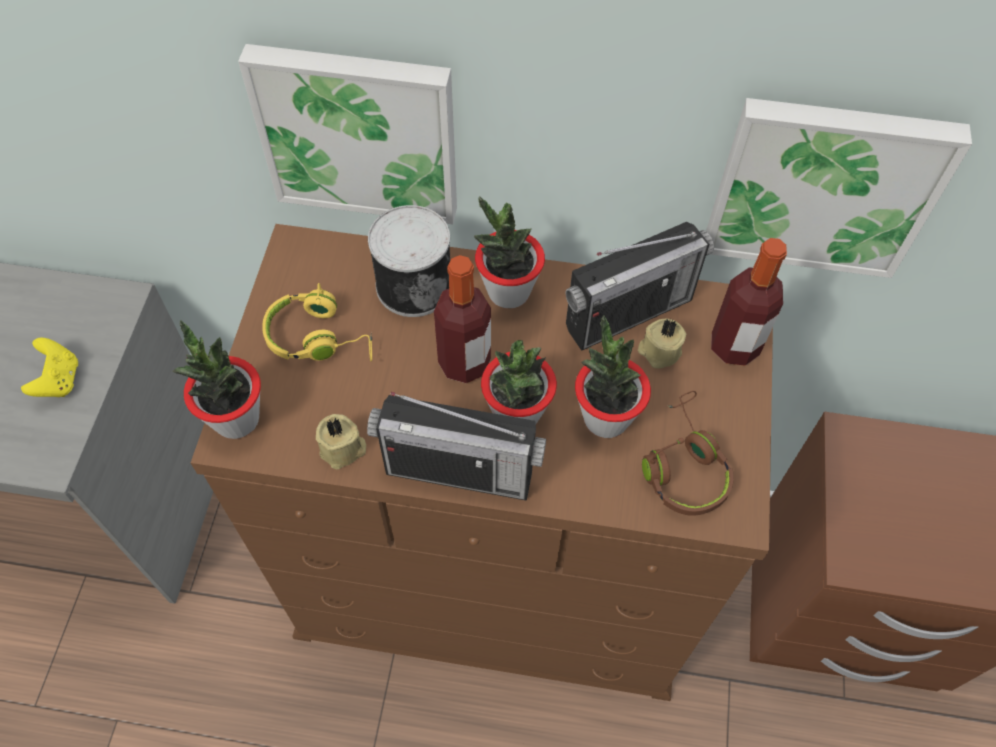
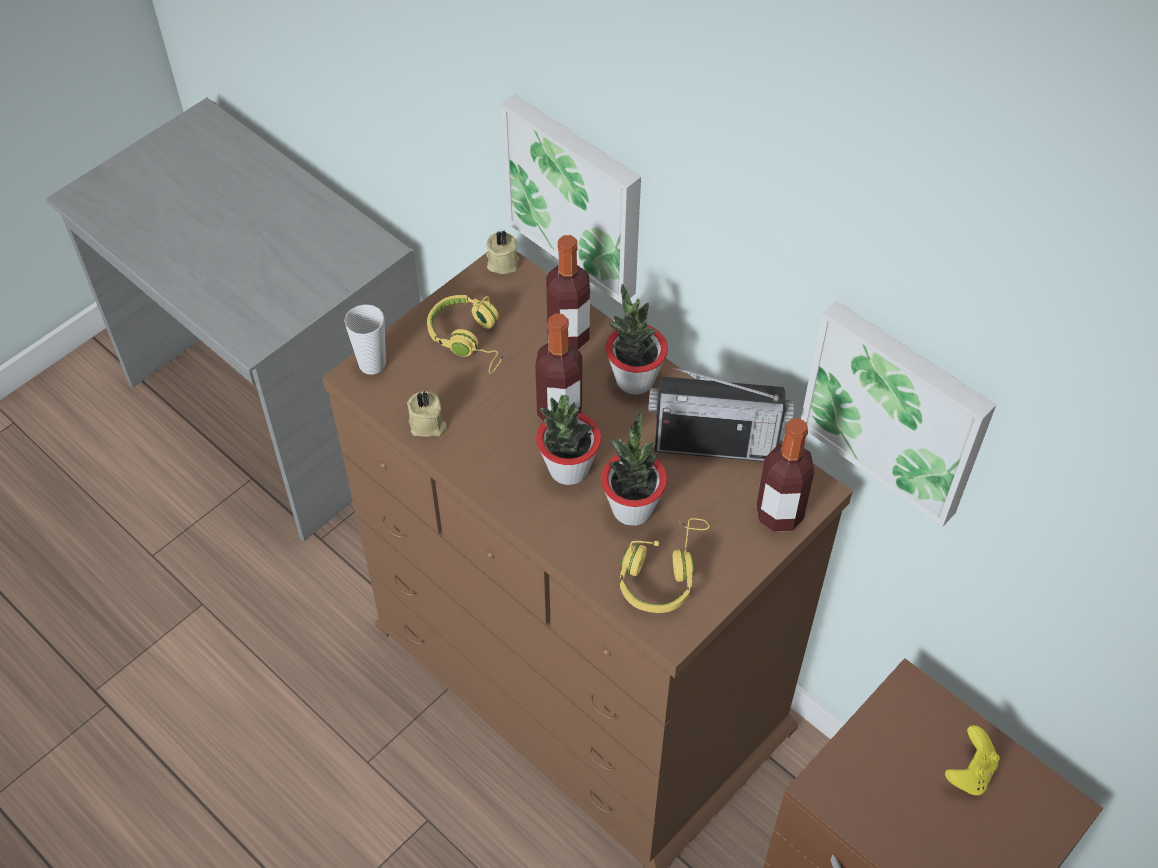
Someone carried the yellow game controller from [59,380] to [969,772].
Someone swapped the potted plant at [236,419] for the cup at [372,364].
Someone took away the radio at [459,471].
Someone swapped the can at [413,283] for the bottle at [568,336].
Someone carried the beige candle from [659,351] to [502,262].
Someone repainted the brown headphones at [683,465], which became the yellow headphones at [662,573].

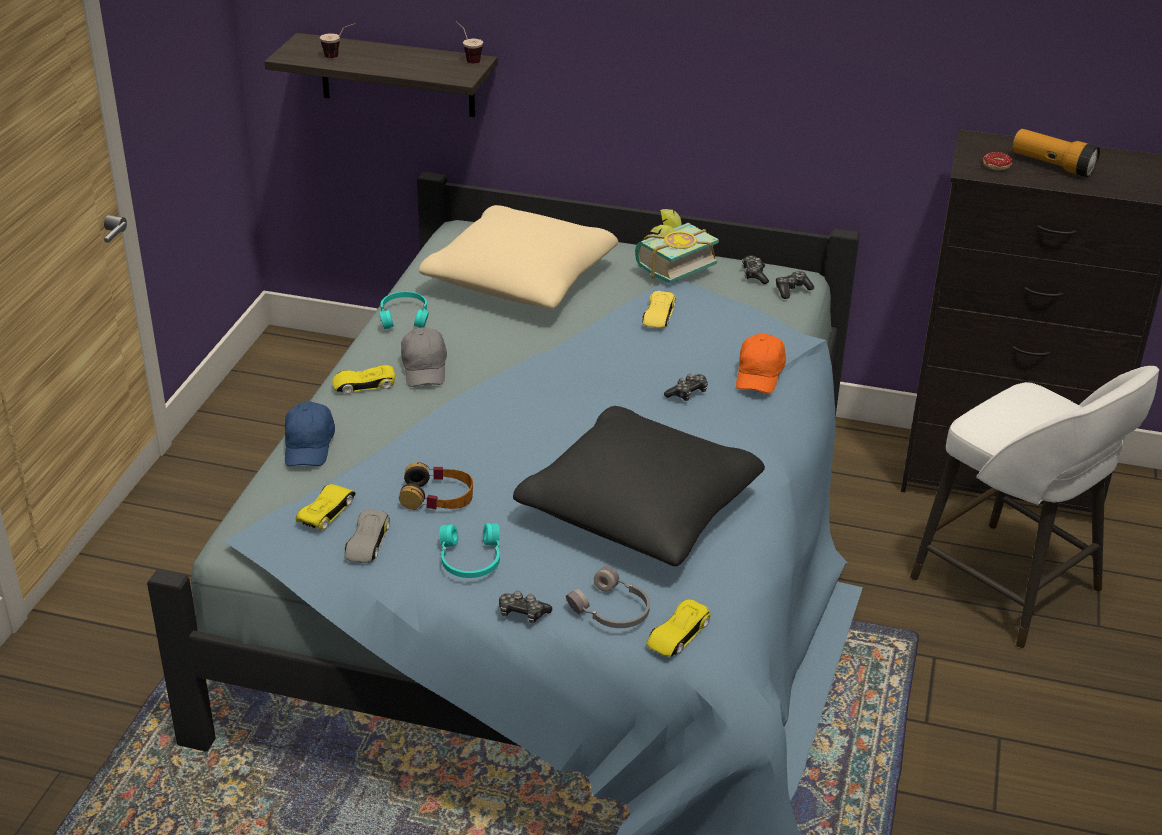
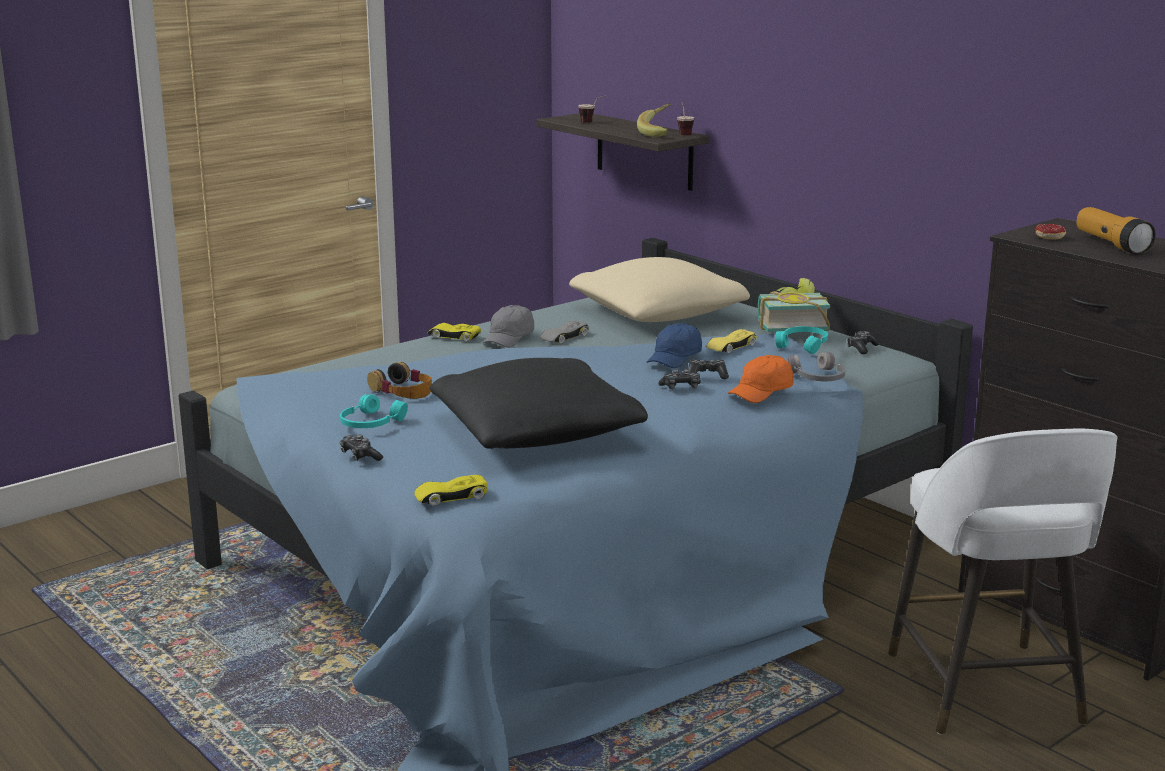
Someone carried the blue cap from [309,446] to [675,358].
Someone took away the yellow toy car at [326,511].
Someone carried the grey toy car from [367,542] to [564,337].
Someone carried the turquoise headphones from [405,317] to [804,345].
Someone carried the grey headphones from [611,611] to [817,378].
Someone carried the game controller from [792,290] to [706,376].
Someone put down the banana at [660,133].

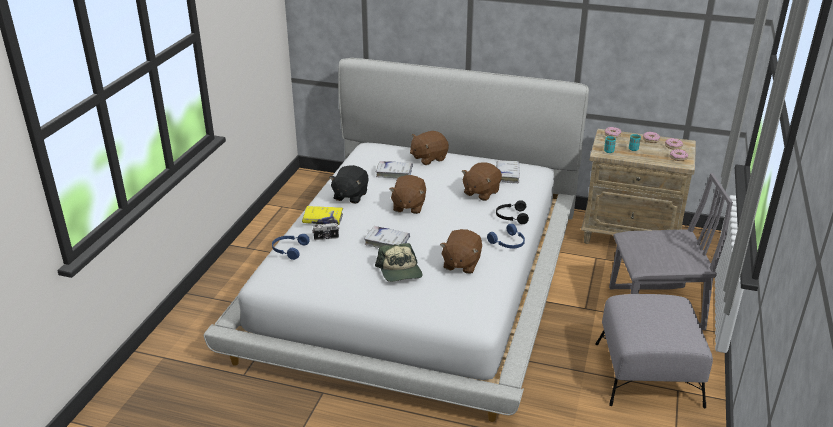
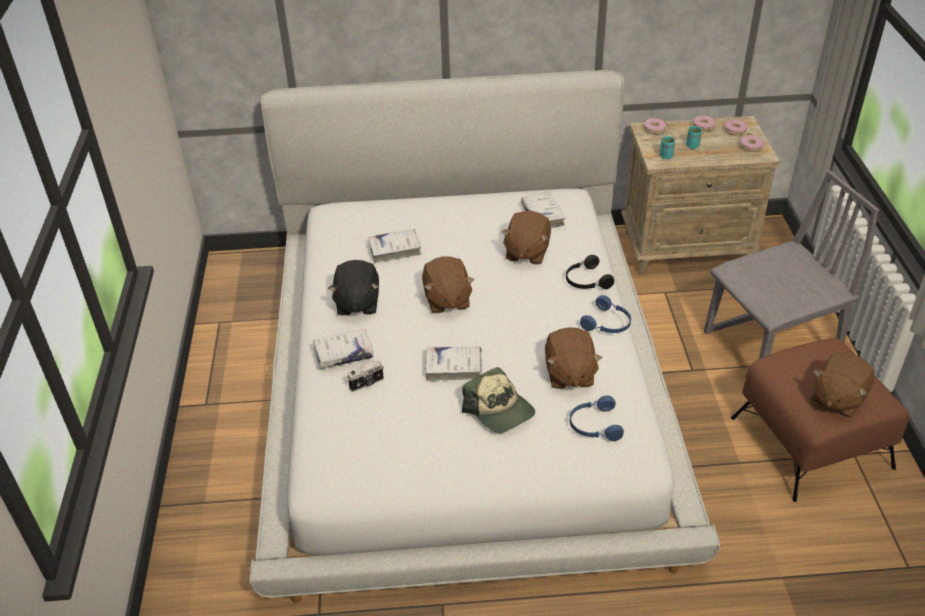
Someone carried the blue headphones from [289,250] to [594,425].
Someone repainted the yellow book at [323,219], which became the white book at [343,354].
Someone carried the brown plush toy from [428,158] to [837,398].
Someone repainted the grey ottoman at [648,374], which became the brown ottoman at [811,443].

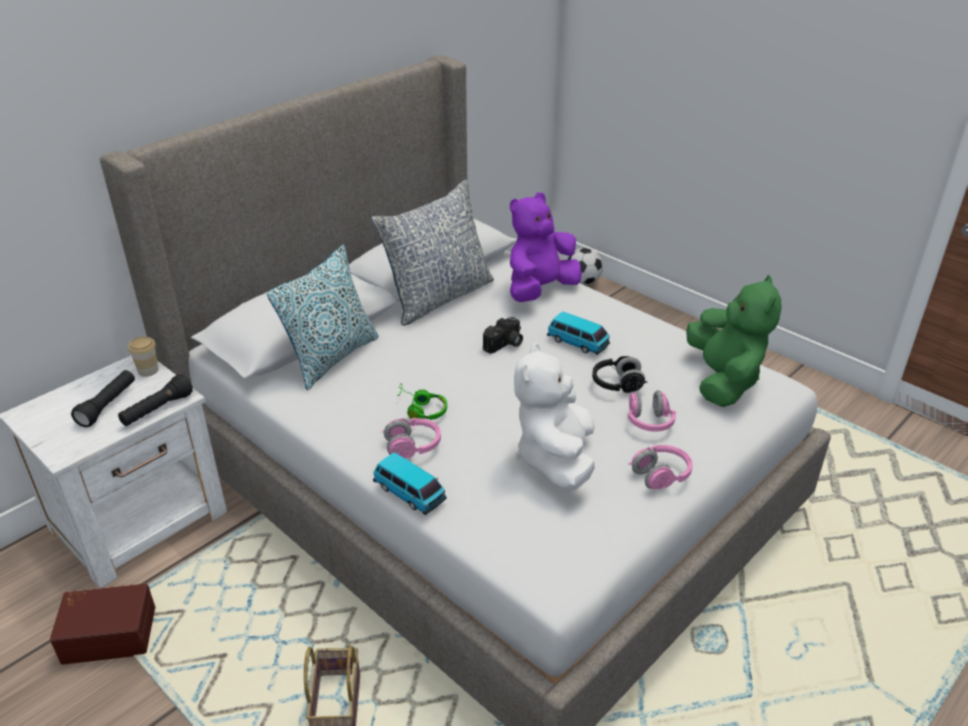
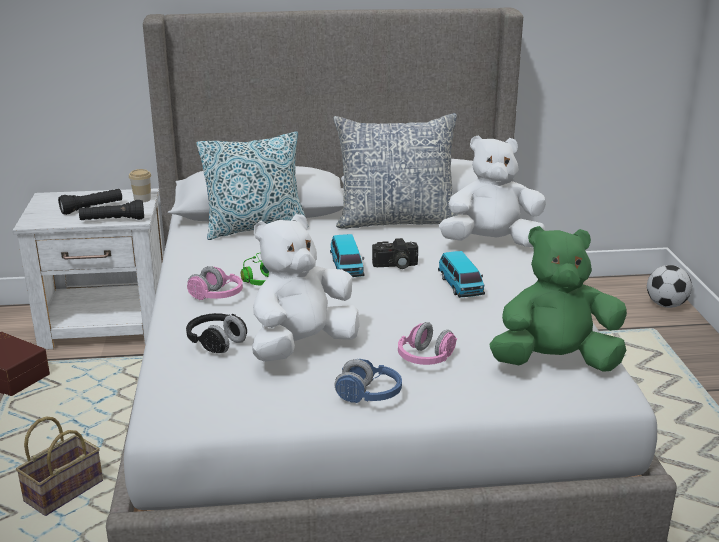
Someone carried the toy car from [409,494] to [346,268].
Someone repainted the purple plush toy at [540,290], which became the white plush toy at [491,243].
Someone carried the black headphones from [617,385] to [216,343].
Someone repainted the pink headphones at [660,476], which became the blue headphones at [368,396].
Someone rotated the green plush toy at [723,380] by 135 degrees counterclockwise.

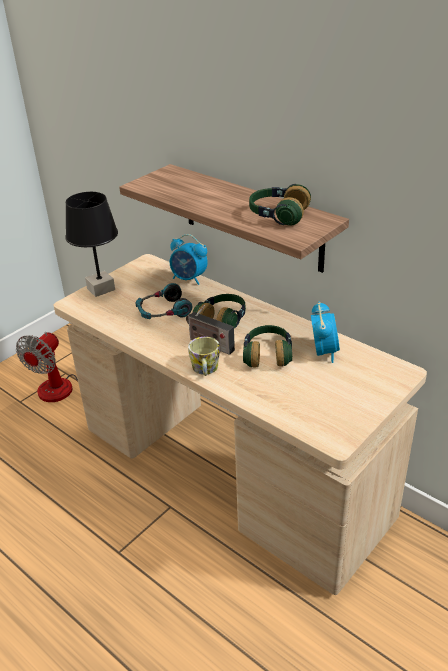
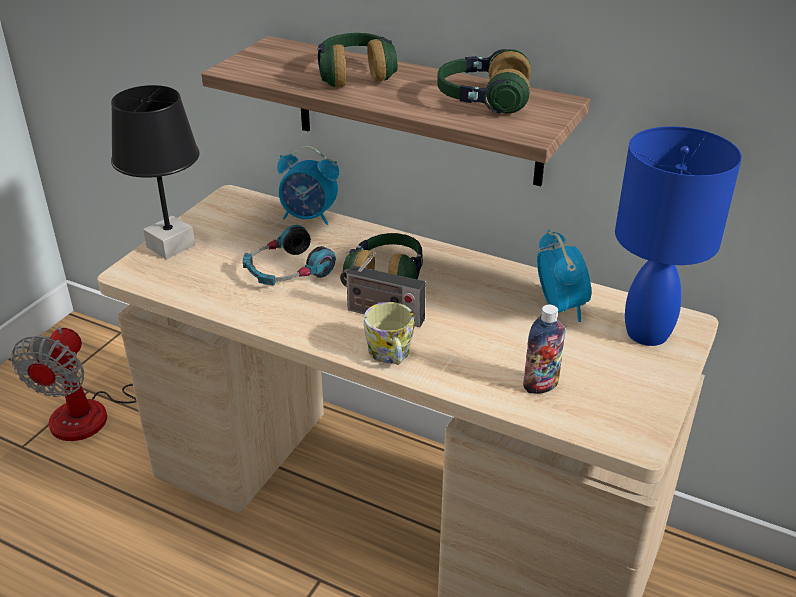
Someone carried the headphones from [267,355] to [355,75].
Someone put down the bottle at [540,385].
Someone put down the blue table lamp at [645,333].

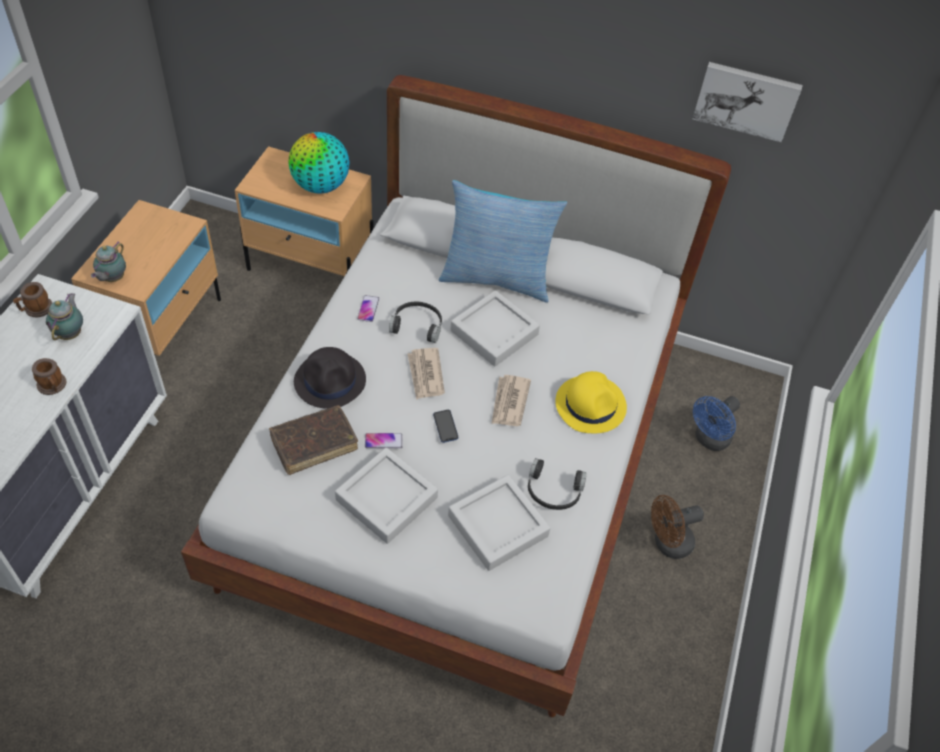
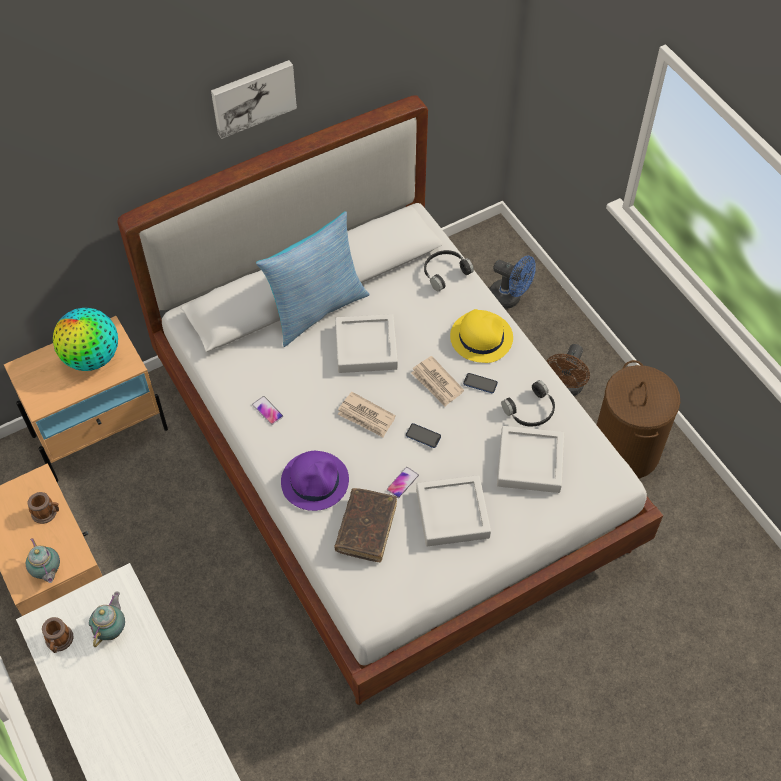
Someone carried the mug from [53,386] to [47,513].
Someone rotated the teapot at [71,333] by 60 degrees clockwise.
Someone repainted the black hat at [330,381], which became the purple hat at [315,481].
Someone carried the black headphones from [417,325] to [444,272].
Someone carried the picture from [746,100] to [253,97].
Someone rotated the blue fan at [709,440] by 60 degrees counterclockwise.
Someone put down the phone at [480,383].
Someone put down the brown laundry basket at [625,450].

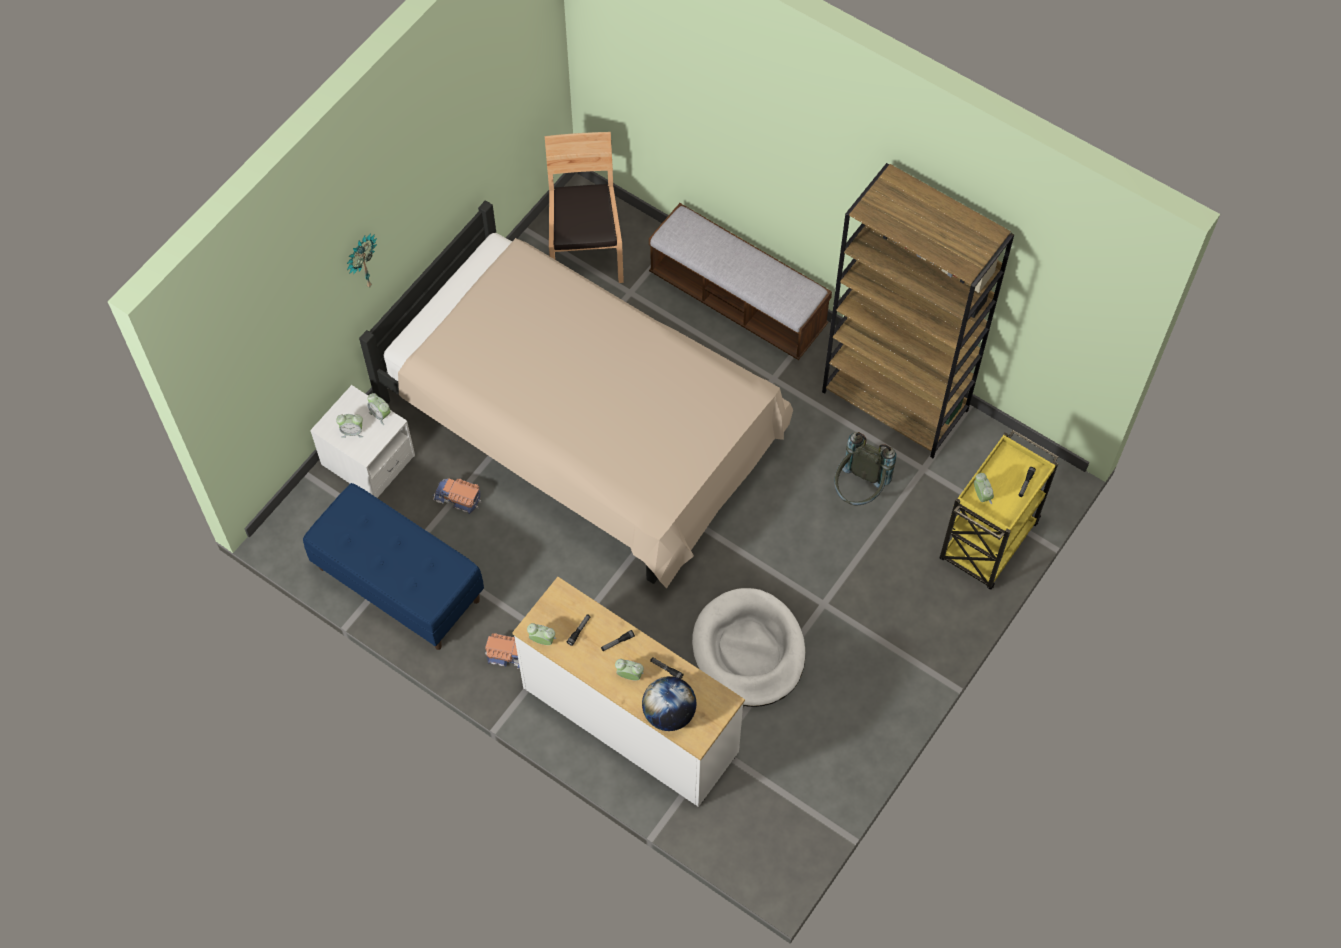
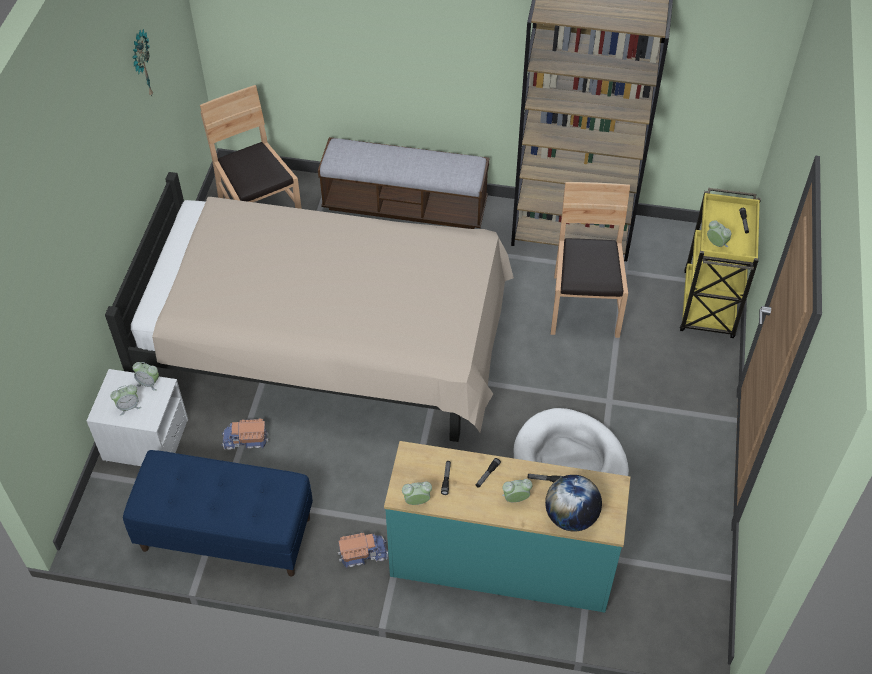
Someone carried the wall clock from [361,262] to [141,65].
Someone repainted the white dresser at [629,720], which became the turquoise dresser at [501,564].
Someone swapped the grey backpack at [858,491] for the brown chair at [584,306].

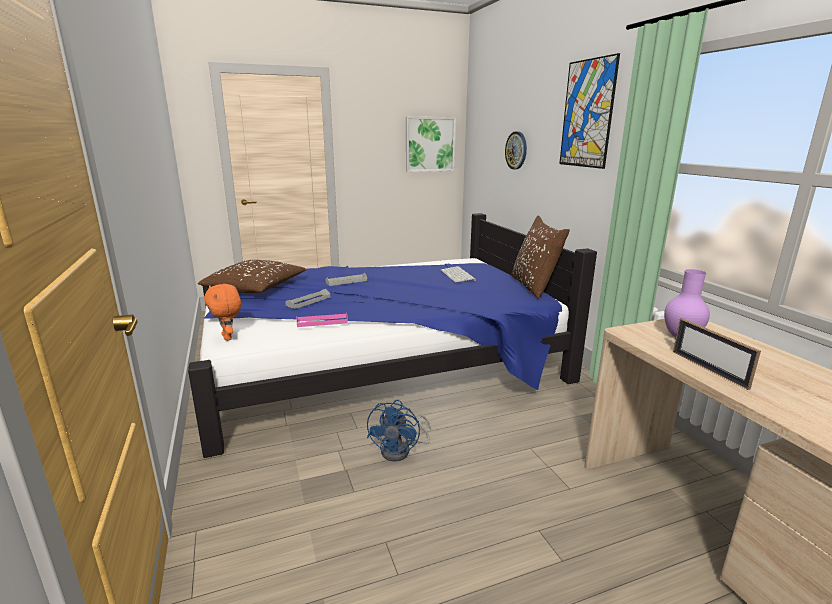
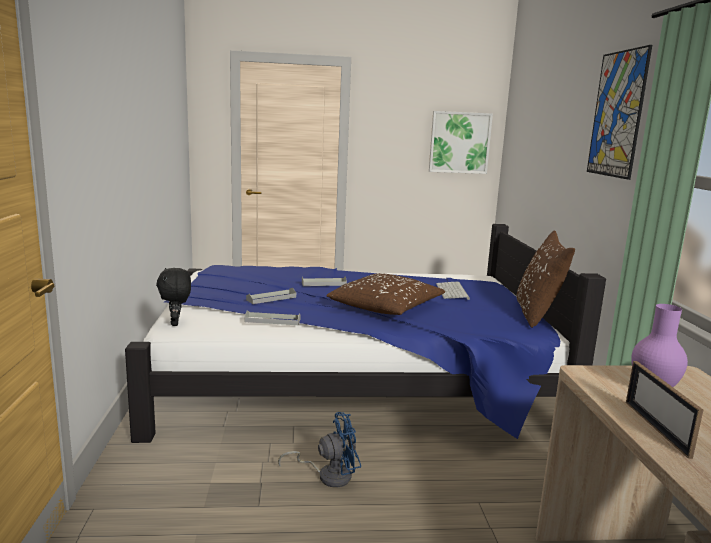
Someone carried the brown pillow from [255,288] to [386,308].
Someone repainted the orange plush toy at [228,337], which became the black plush toy at [176,323].
Someone repainted the pink tray at [322,322], which became the grey tray at [272,320].
Someone rotated the blue fan at [401,451] by 135 degrees counterclockwise.
Someone took away the wall clock at [516,150].

